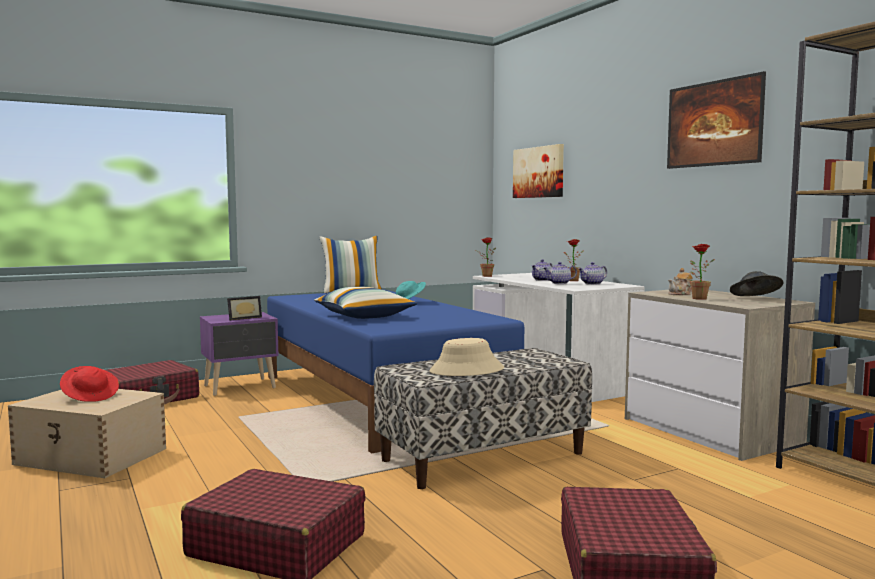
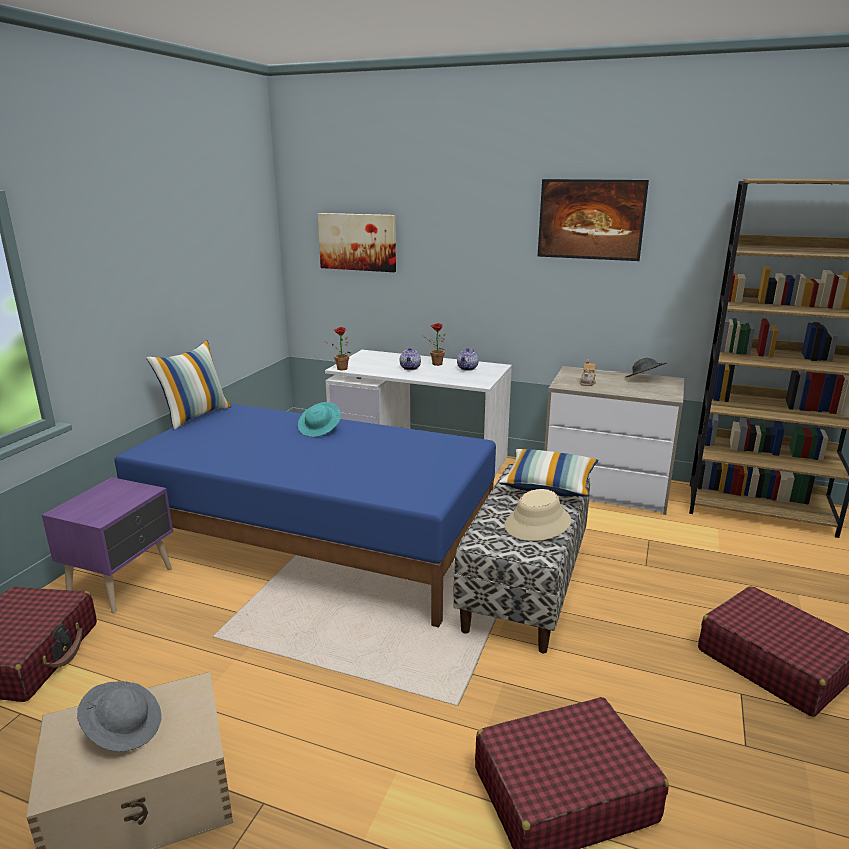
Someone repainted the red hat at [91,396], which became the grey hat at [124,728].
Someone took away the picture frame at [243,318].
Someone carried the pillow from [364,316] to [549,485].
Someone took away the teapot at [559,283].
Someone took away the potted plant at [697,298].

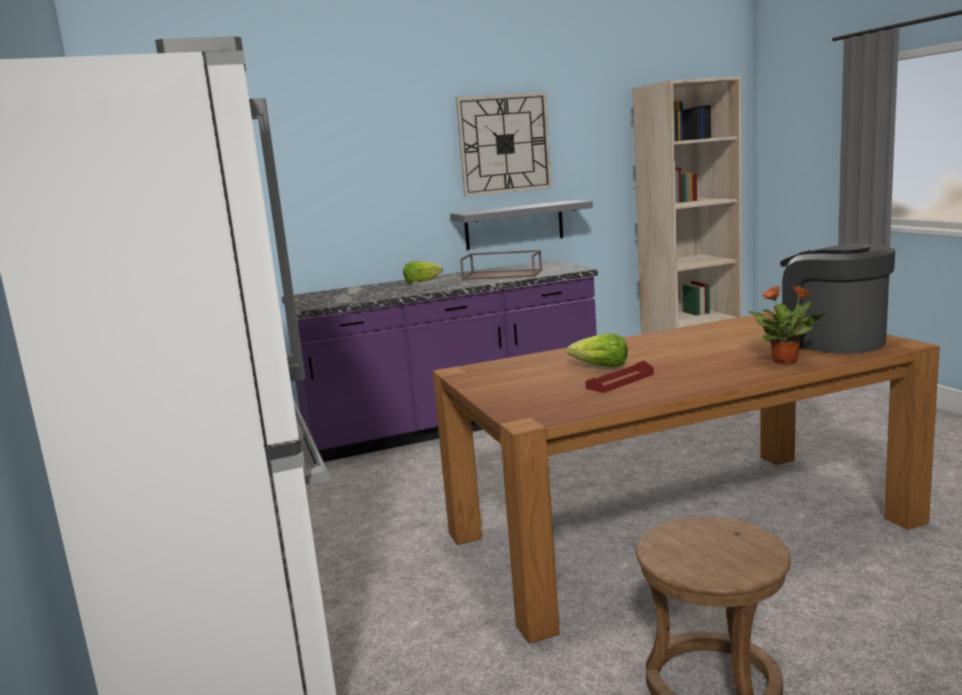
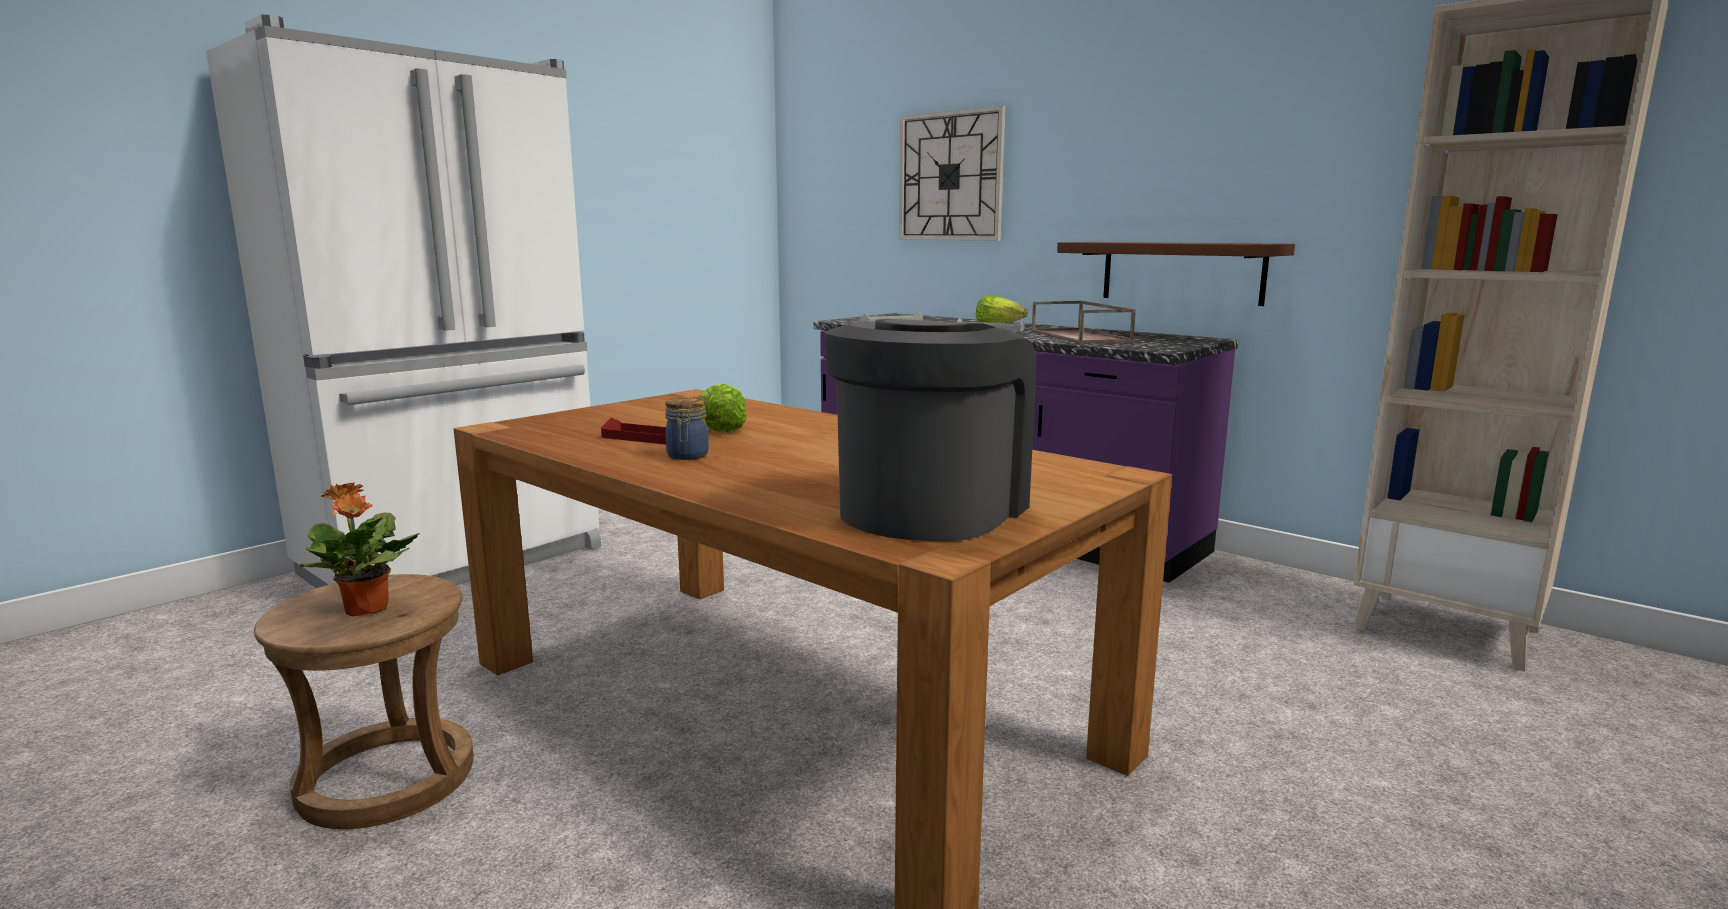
Someone repainted the grey shelf at [514,225], which became the brown shelf at [1181,272].
Someone carried the wall clock from [504,144] to [950,176].
Someone carried the potted plant from [786,361] to [366,610].
Someone put down the jar at [687,456].

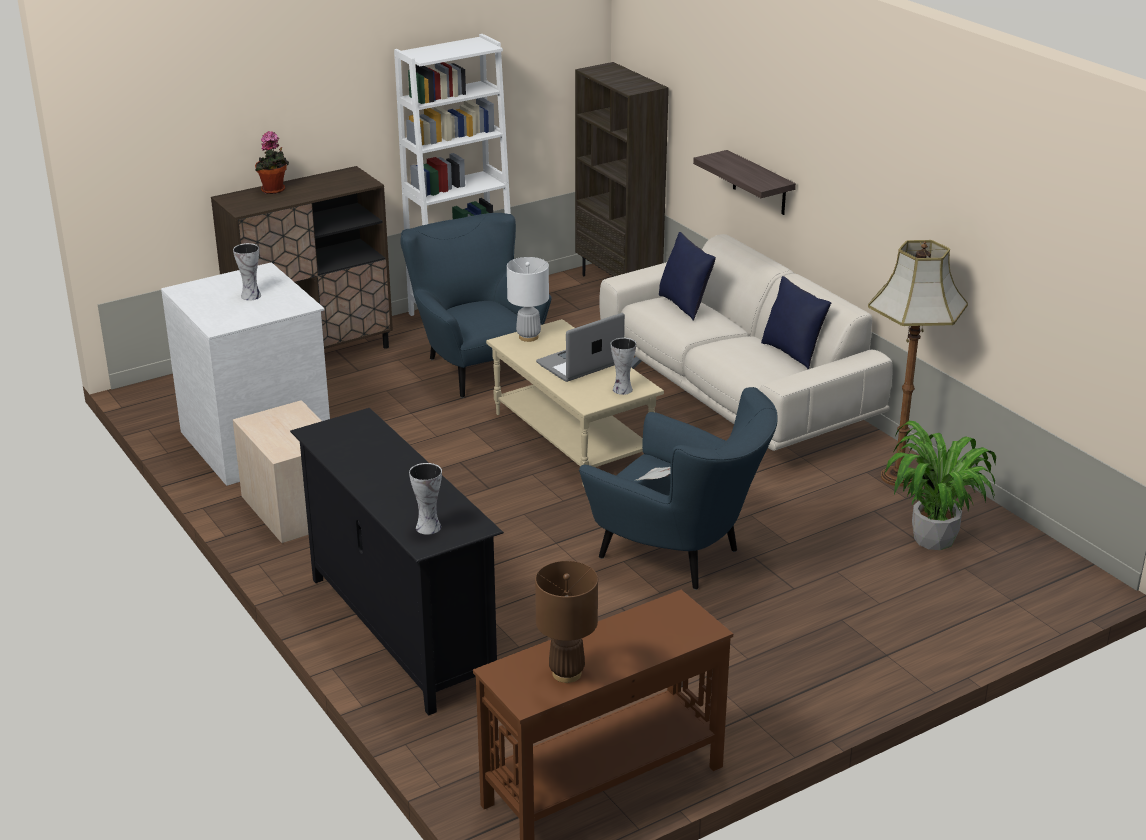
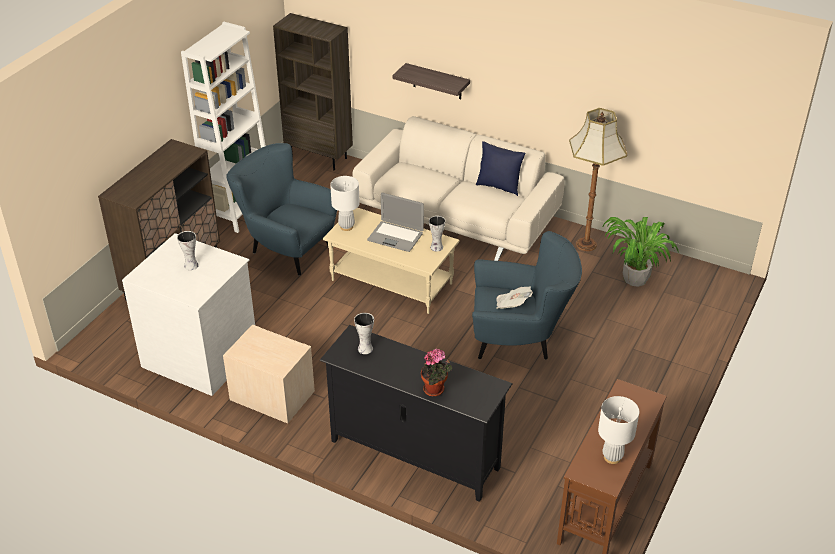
Someone carried the potted plant from [274,190] to [435,390].
Someone carried the vase from [427,526] to [364,348].
Someone repainted the brown table lamp at [566,673], which became the white table lamp at [612,457].
Someone rotated the laptop at [580,364] by 90 degrees counterclockwise.
Someone took away the blue pillow at [685,305].

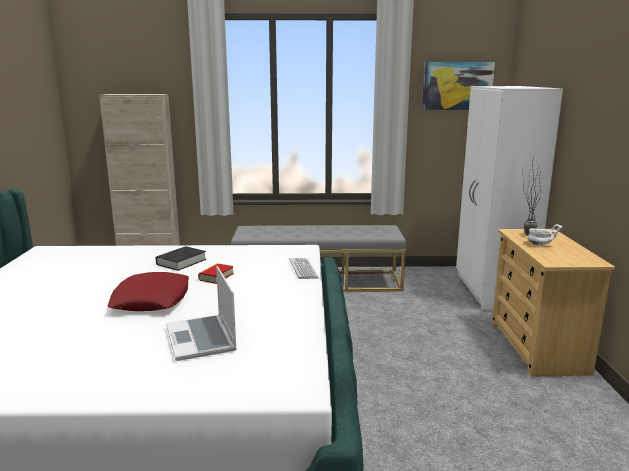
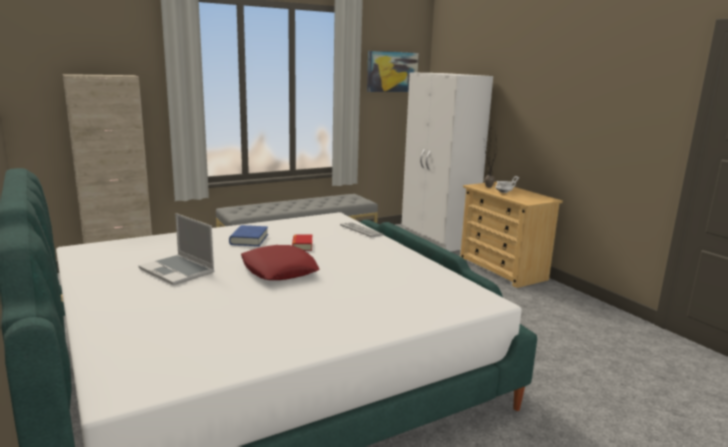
Someone repainted the black book at [181,262], which became the blue book at [249,239].
Someone carried the laptop from [202,339] to [178,271].

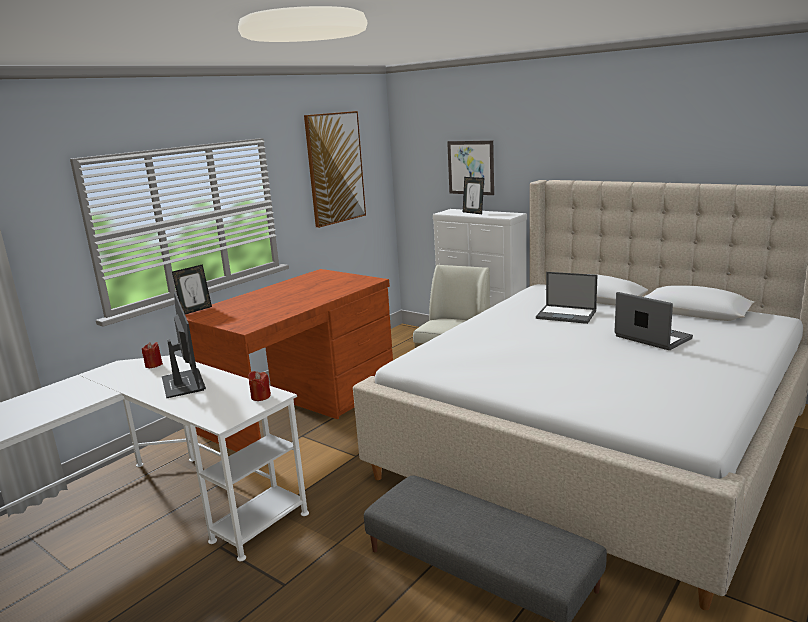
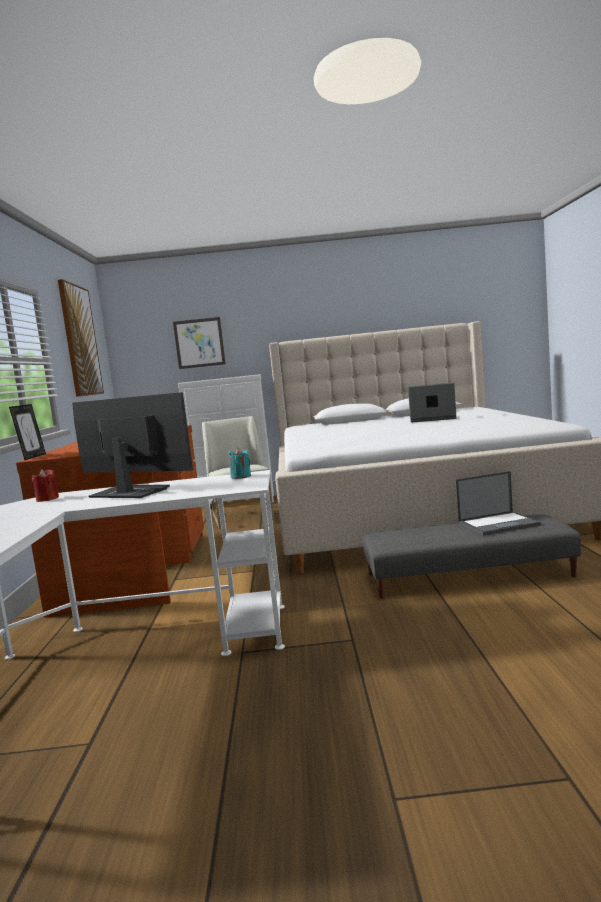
Someone repainted the red candle at [260,397], which became the turquoise candle at [241,476].
Someone took away the picture frame at [473,213].
Someone carried the laptop from [567,314] to [499,524].

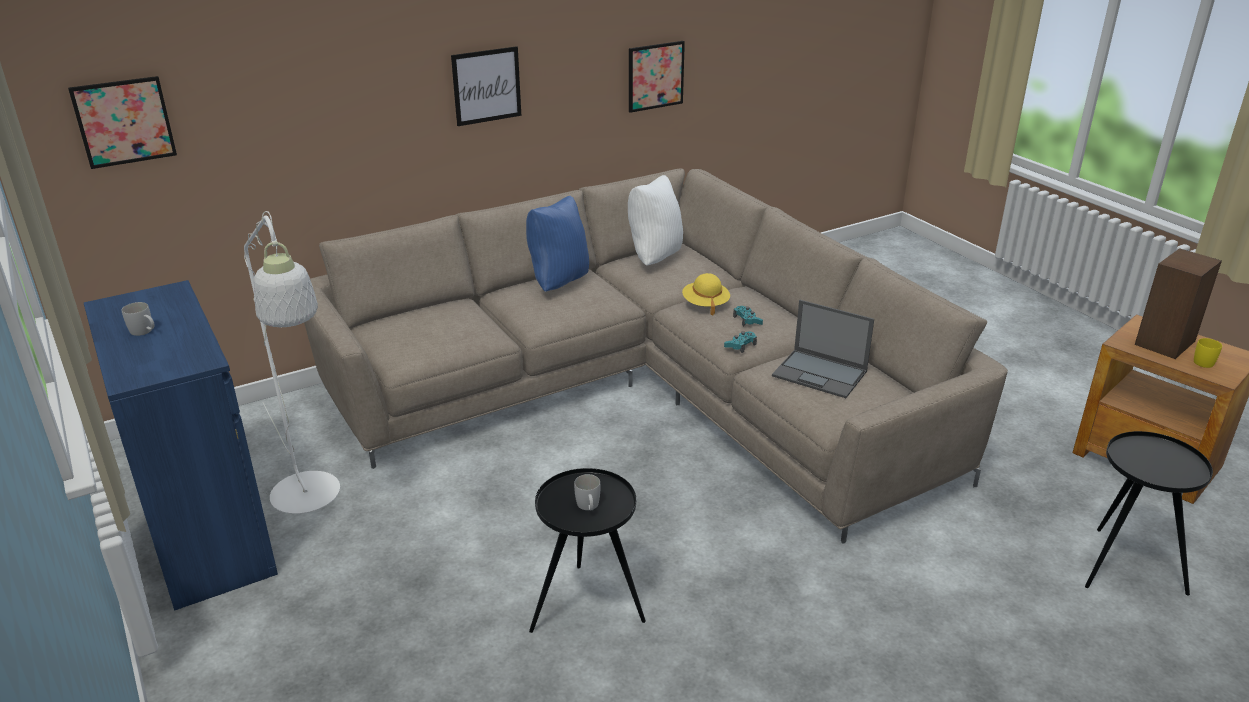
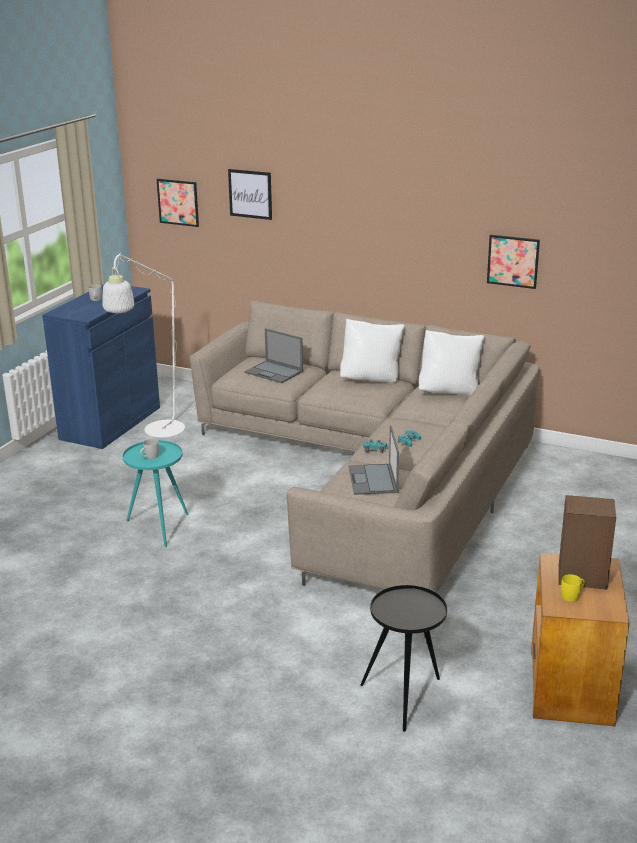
Someone carried the picture from [486,86] to [250,194].
Someone repainted the blue pillow at [558,282], which became the white pillow at [371,379].
Someone repainted the black side table at [588,609], which became the turquoise side table at [159,529].
Someone took away the yellow hat at [705,304].
Someone put down the laptop at [274,372].

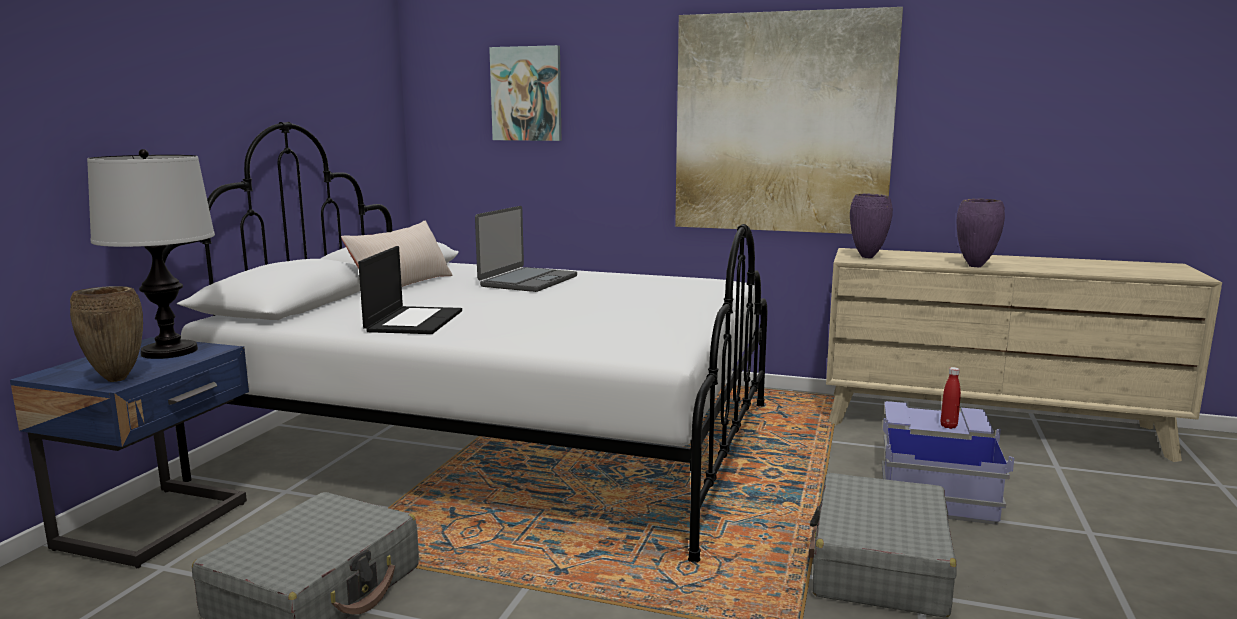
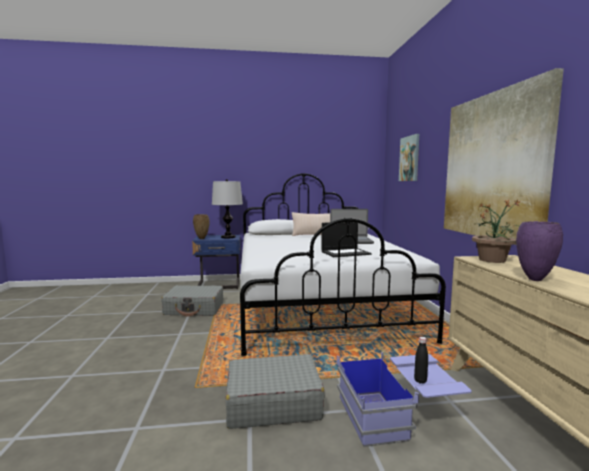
Someone carried the laptop from [414,321] to [345,253].
Someone swapped the purple vase at [868,257] for the potted plant at [492,260].
Someone repainted the red bottle at [948,426], which became the black bottle at [420,381].

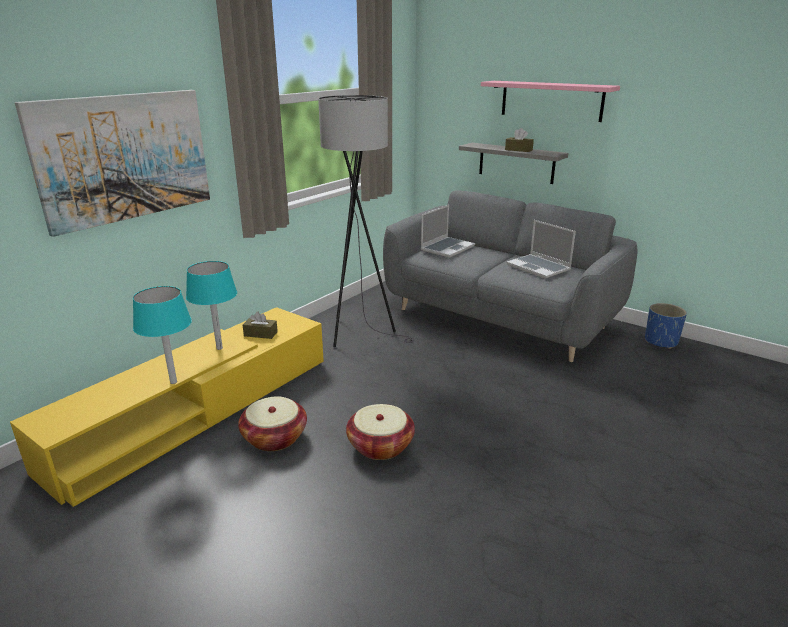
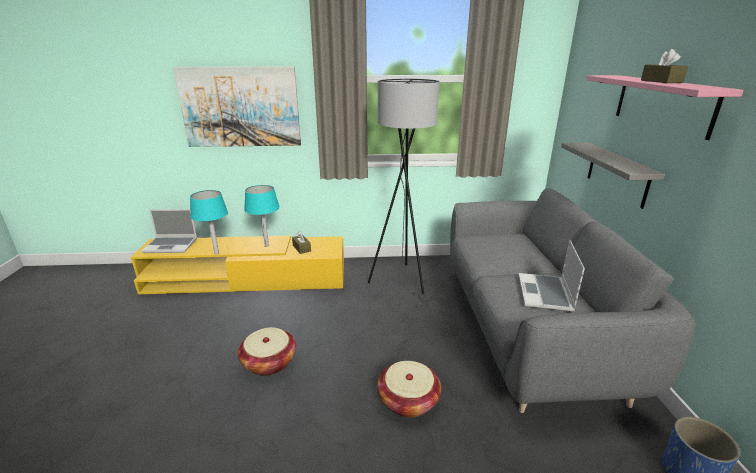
Someone carried the basket from [274,437] to [408,400].
Someone carried the laptop from [447,248] to [171,245].
Someone carried the brown tissue box from [518,150] to [661,81].

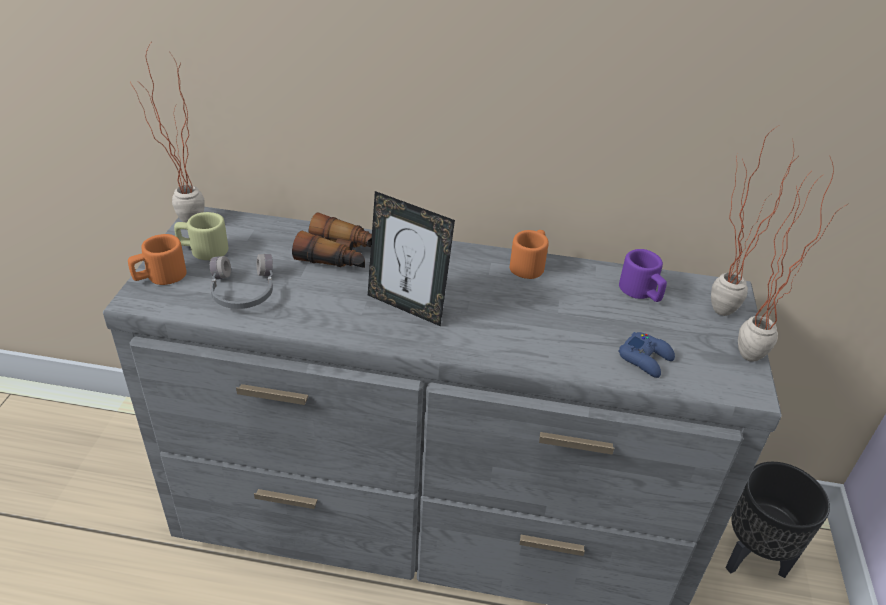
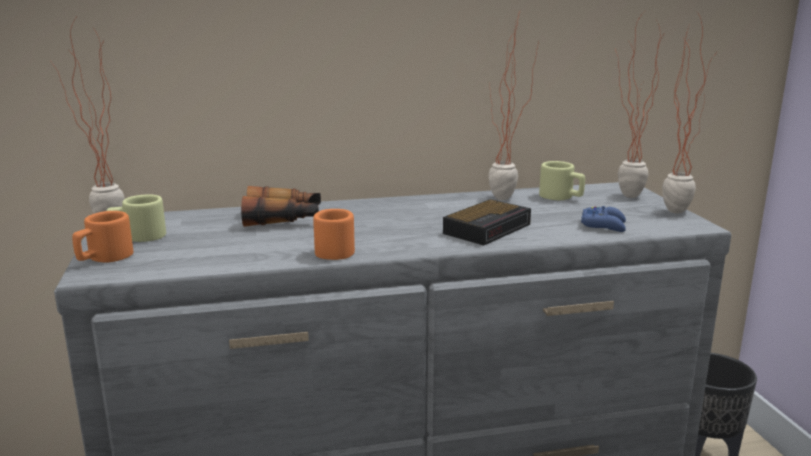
Someone took away the grey headphones at [242,291].
Someone took away the picture frame at [407,306].
Someone carried the orange mug from [529,265] to [336,250].
Someone repainted the purple mug at [641,292], which became the beige mug at [561,197].
Someone put down the alarm clock at [488,228].
Someone put down the potted plant at [506,201].

